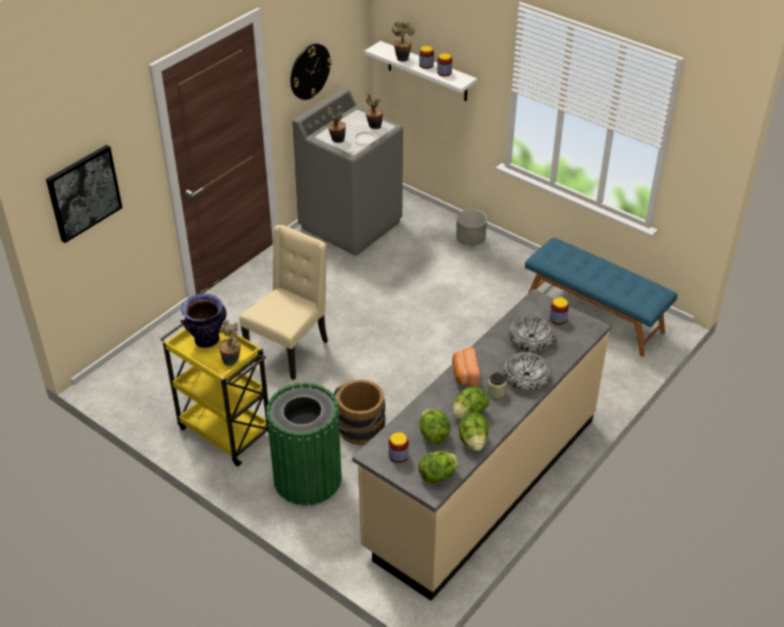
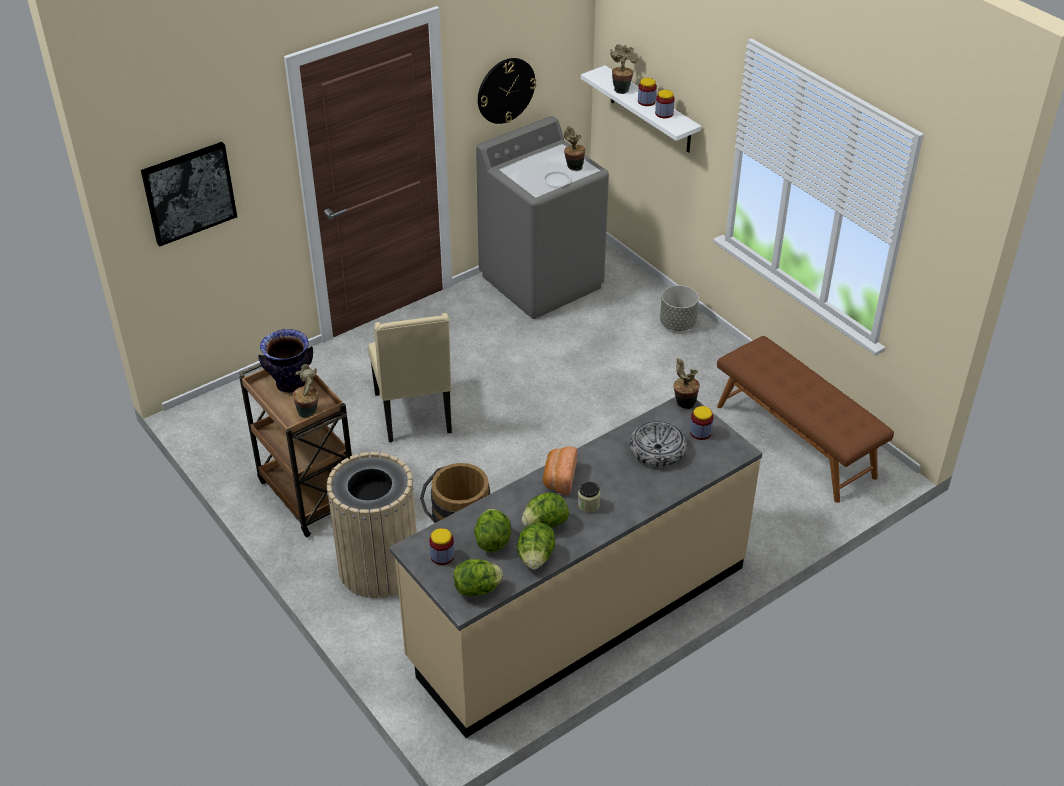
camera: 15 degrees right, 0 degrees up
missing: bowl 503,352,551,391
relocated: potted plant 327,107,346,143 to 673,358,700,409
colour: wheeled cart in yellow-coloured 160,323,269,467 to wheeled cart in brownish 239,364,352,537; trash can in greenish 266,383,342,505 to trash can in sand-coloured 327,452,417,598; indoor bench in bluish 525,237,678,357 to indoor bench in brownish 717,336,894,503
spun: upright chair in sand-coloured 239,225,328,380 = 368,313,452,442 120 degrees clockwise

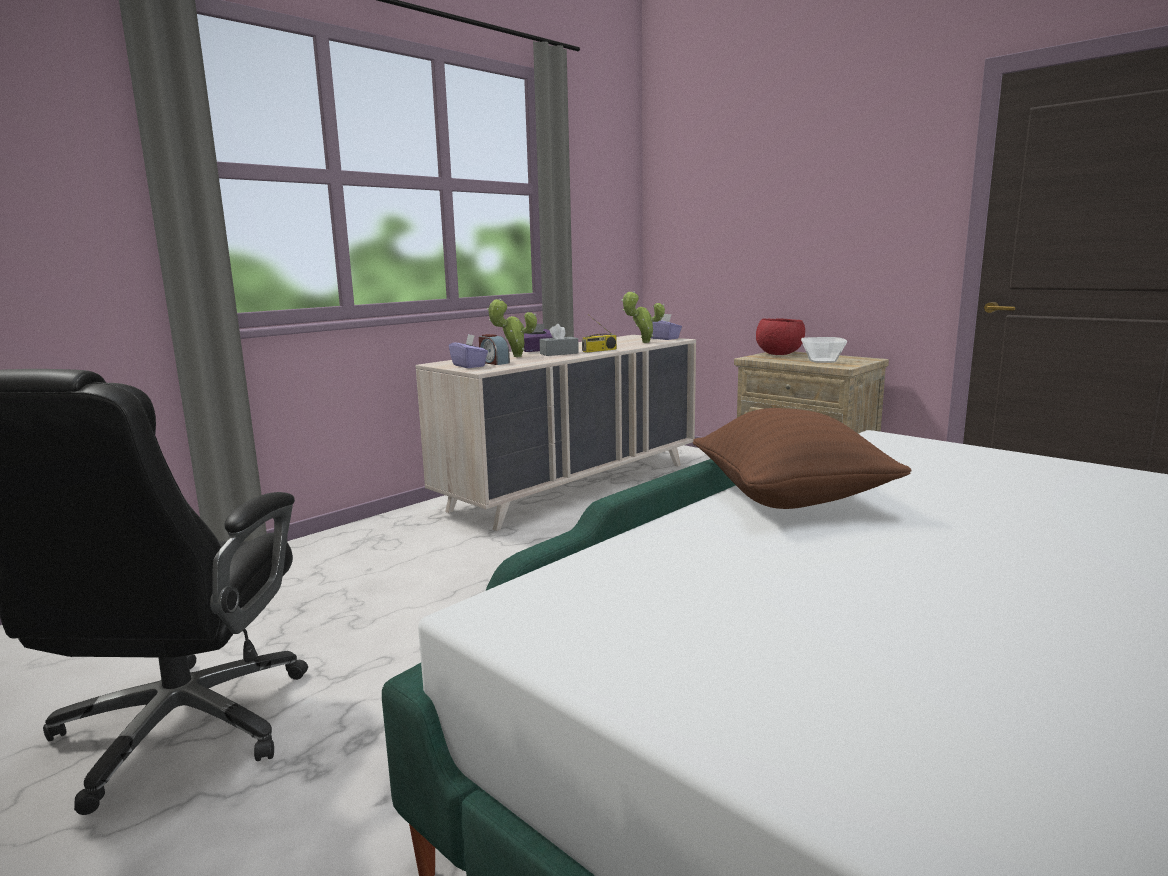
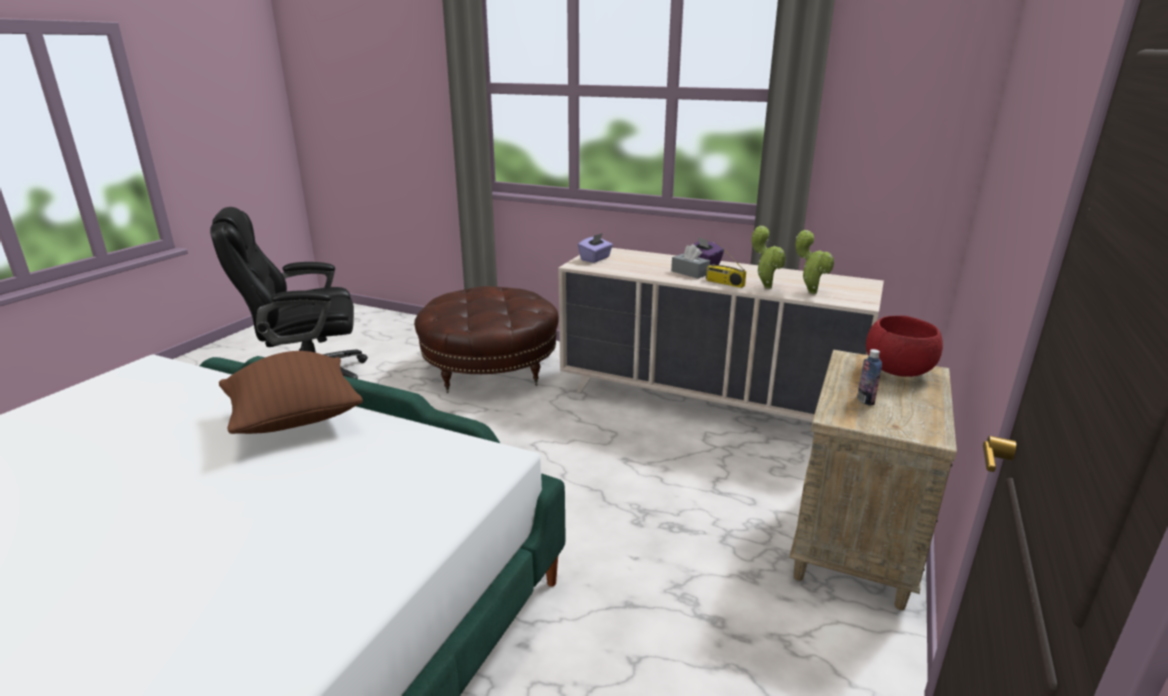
camera: 70 degrees right, 10 degrees up
missing: bedside clock 479,334,510,365; box of tissues in purple 651,314,682,340
appeared: footrest in brownish 414,286,559,393
relocated: potted plant 487,299,537,357 to 752,226,786,289
exchanged: bowl 801,337,847,363 to beverage bottle 857,349,882,406

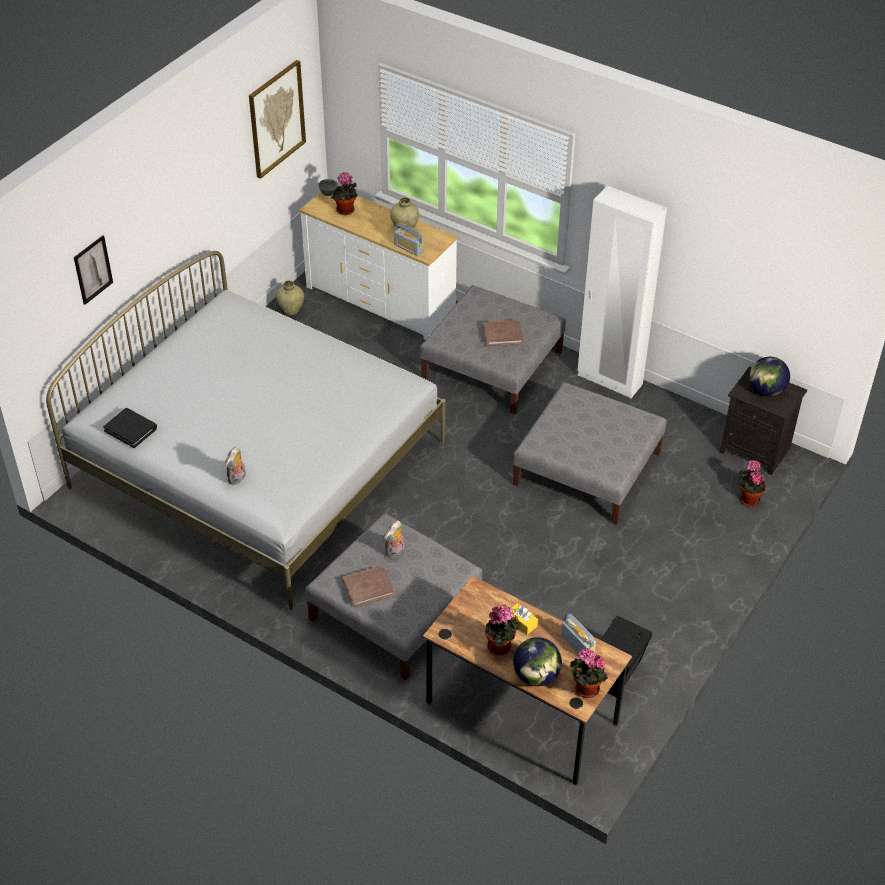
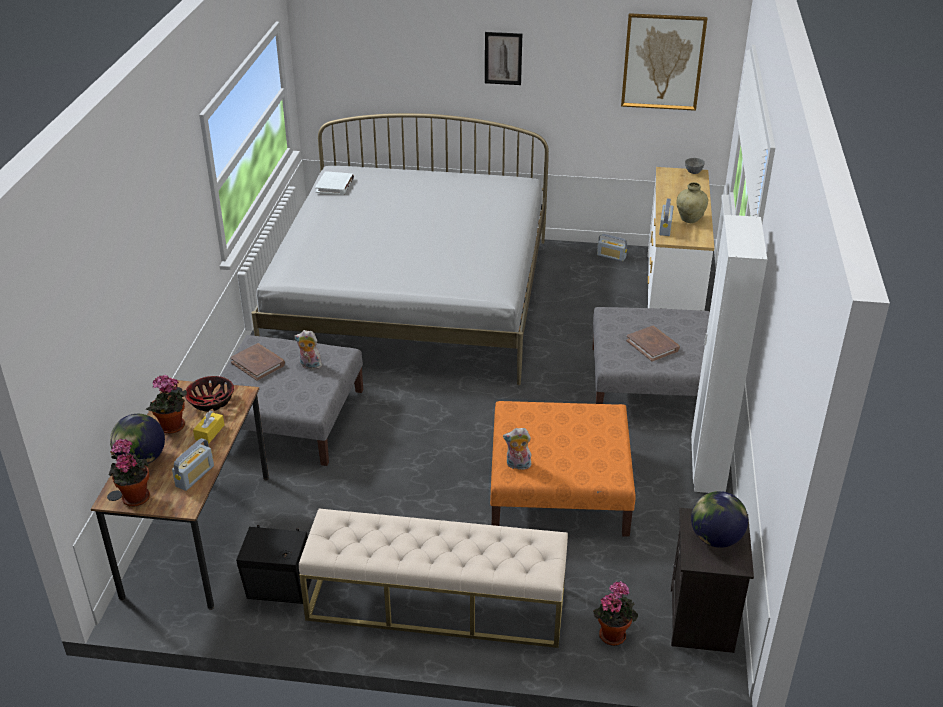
camera: 65 degrees right, 10 degrees down
missing: potted plant 331,172,357,215
appeared: bowl 185,376,234,412; indoor bench in sand-coloured 299,509,568,648
relocated: wall art 74,235,113,305 to 485,32,522,85; plush toy 225,446,246,485 to 503,428,531,470
exchanged: decorative vase in sand-coloured 276,281,304,315 to radio 597,234,627,261
colour: bound book in black-coloured 103,408,157,448 to bound book in white-coloured 315,171,354,195; footrest in grey 513,382,667,525 to footrest in orange 490,401,636,537

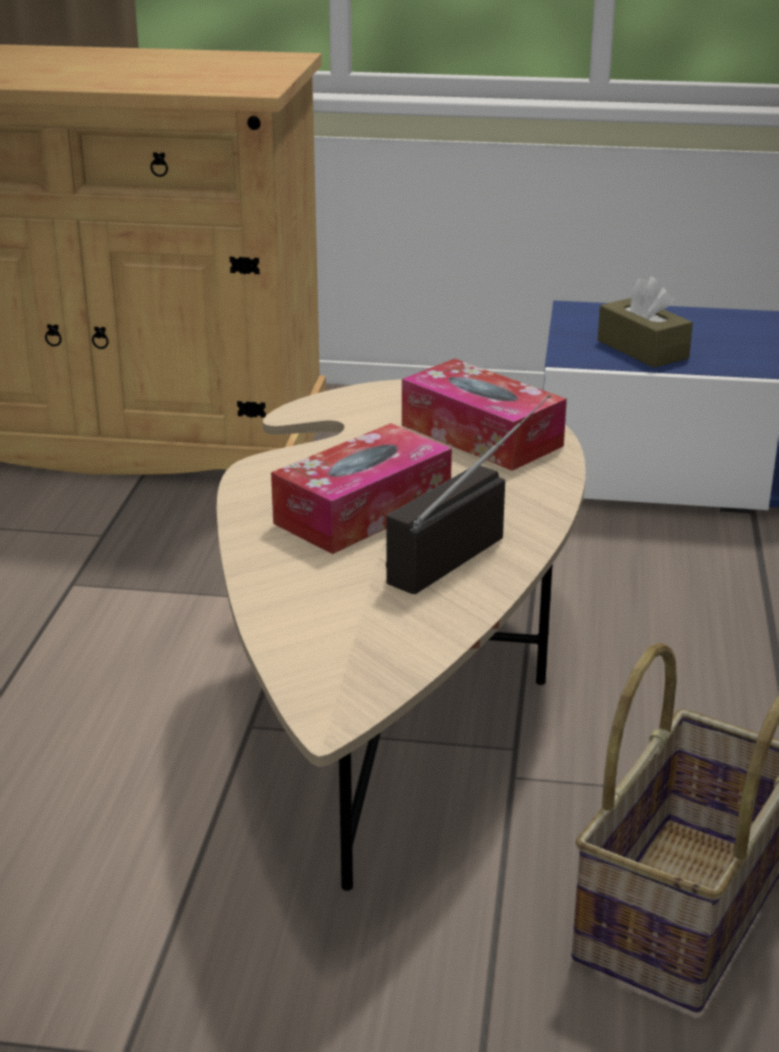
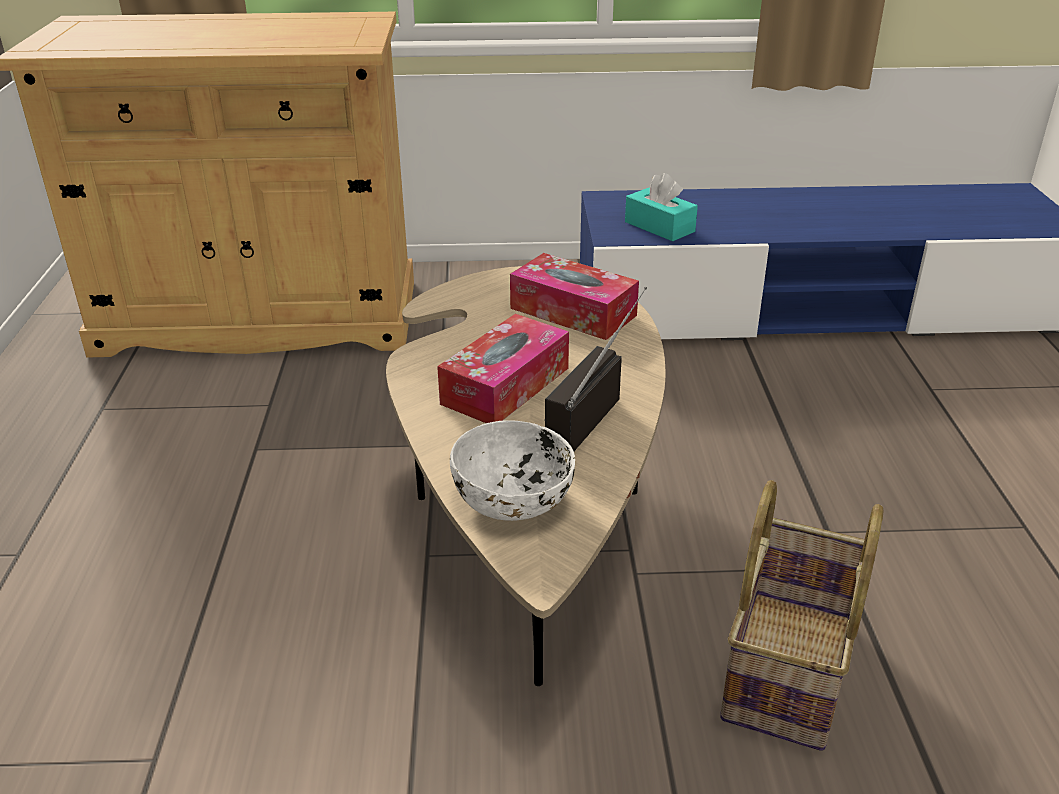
camera: 10 degrees left, 5 degrees up
appeared: bowl in white-coloured 450,420,575,521
colour: box of tissues in brownish 598,277,693,368 to box of tissues in turquoise 625,173,698,241

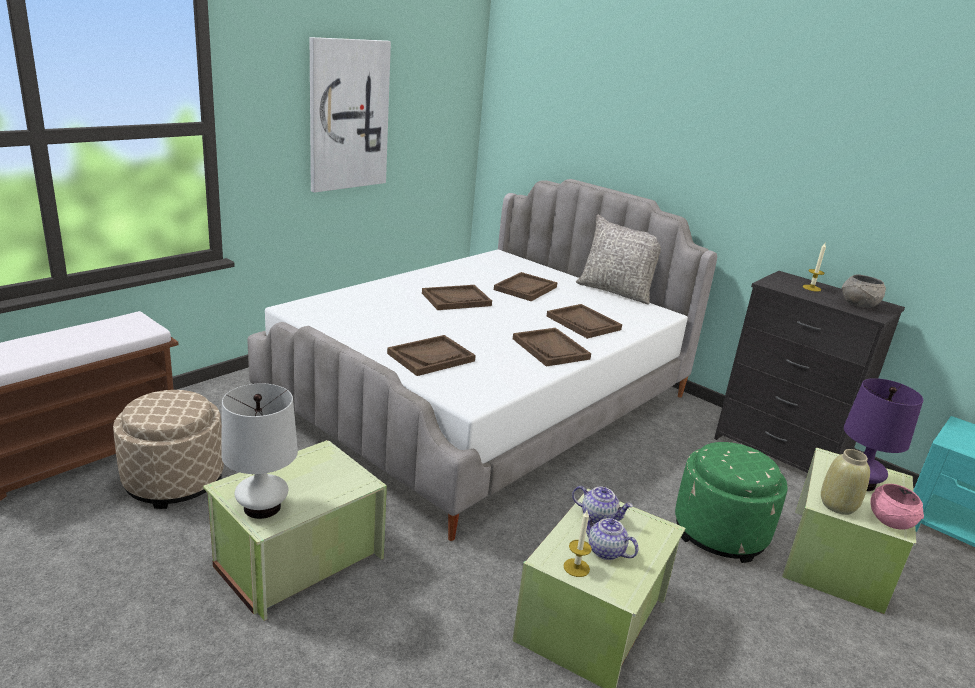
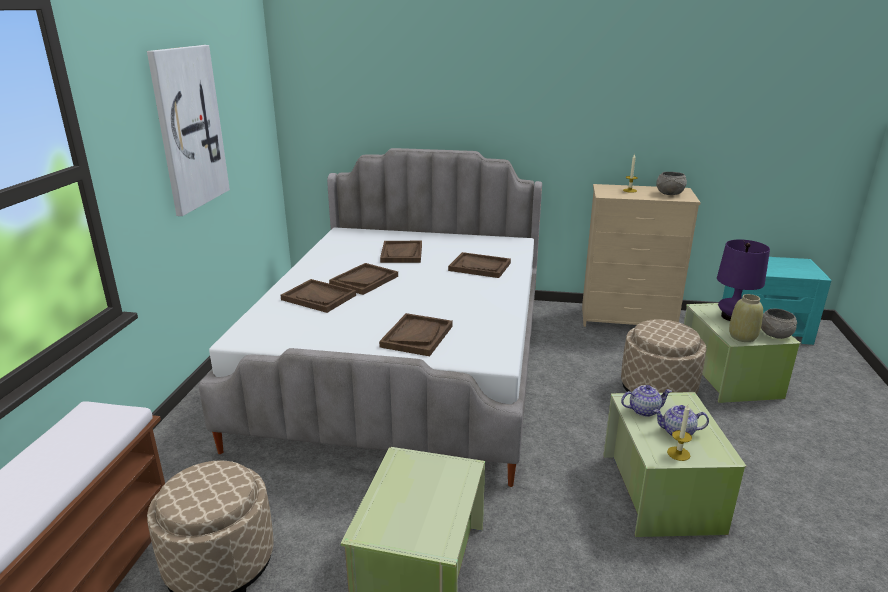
camera: 30 degrees left, 0 degrees up
missing: tabletop lamp in white-coloured 221,383,298,519; cushion in grey 576,215,661,305
relocated: serving tray in brownish 513,328,591,367 to 281,279,356,313
colour: footrest in greenish 675,442,788,563 to footrest in sand-coloured 621,319,706,394; chest of drawers in black-coloured 714,271,905,473 to chest of drawers in sand-coloured 582,184,701,327; bowl in pink 871,484,924,530 to bowl in grey 761,309,797,339

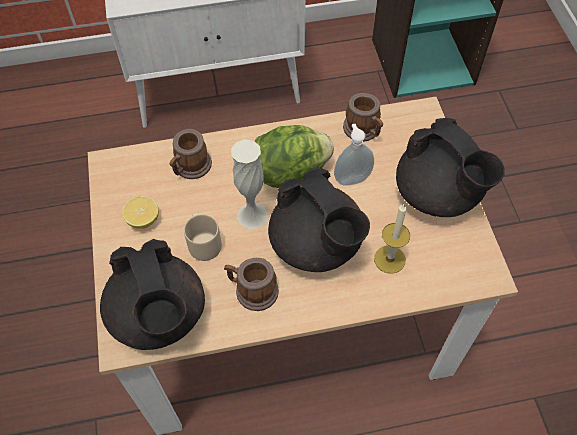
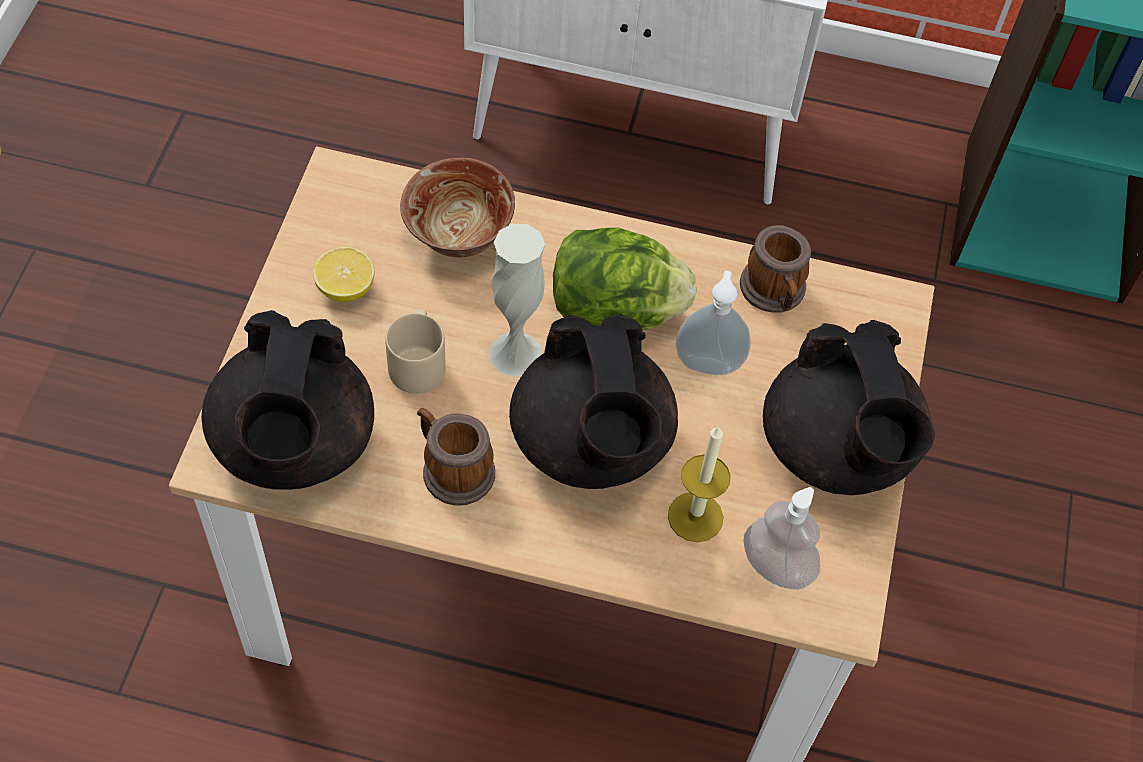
camera: 20 degrees right, 0 degrees up
appeared: soap bottle 744,487,820,590
exchanged: coffee mug 170,129,212,179 to bowl 400,158,515,257

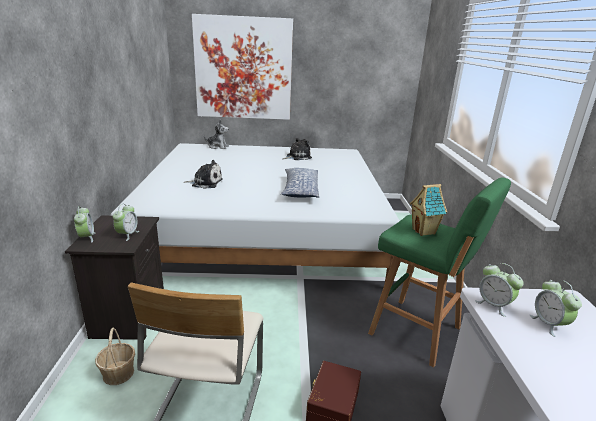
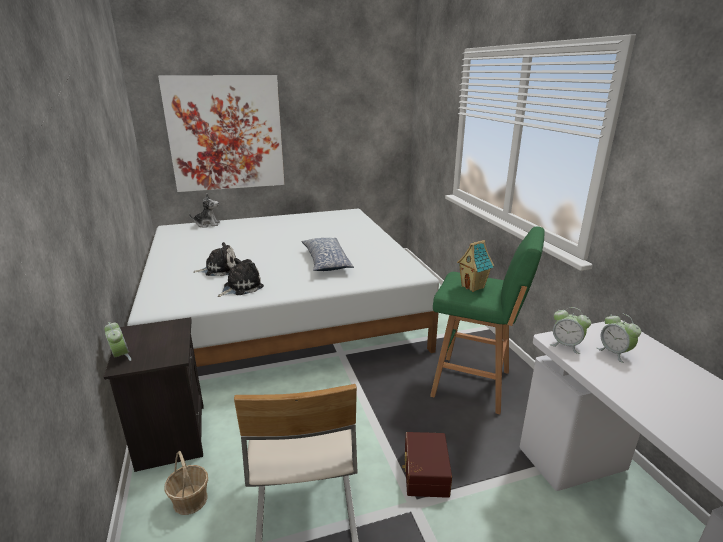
camera: 15 degrees left, 0 degrees up
missing: bedside clock 113,204,139,241
relocated: plush toy 283,138,312,160 to 218,258,264,297

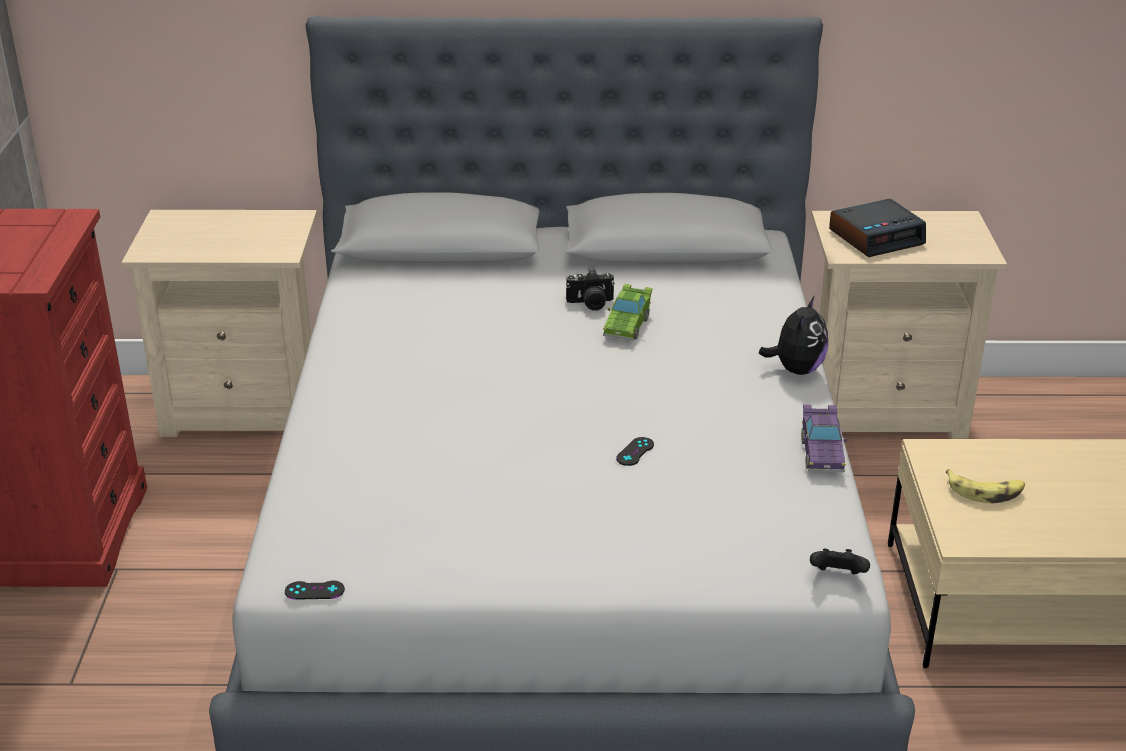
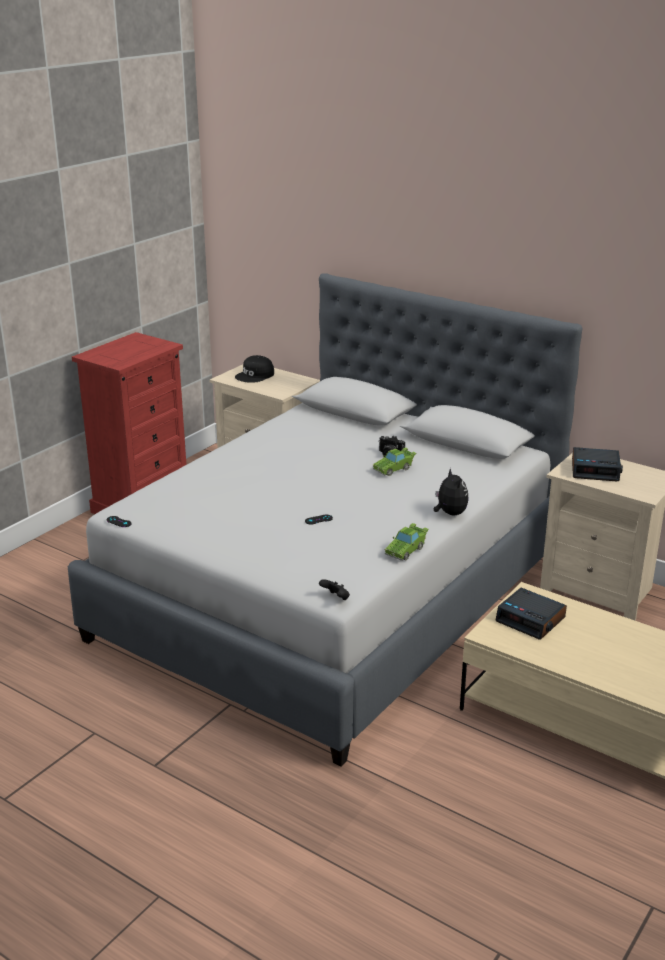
camera: 35 degrees right, 5 degrees down
appeared: cap in black-coloured 235,355,274,383
exchanged: banana fruit 946,469,1025,504 to bedside clock 495,588,567,640
colour: model car in purple 801,405,847,473 to model car in greenish 385,523,428,561
spun: plush toy 759,297,828,375 = 434,468,469,516 75 degrees counterclockwise

